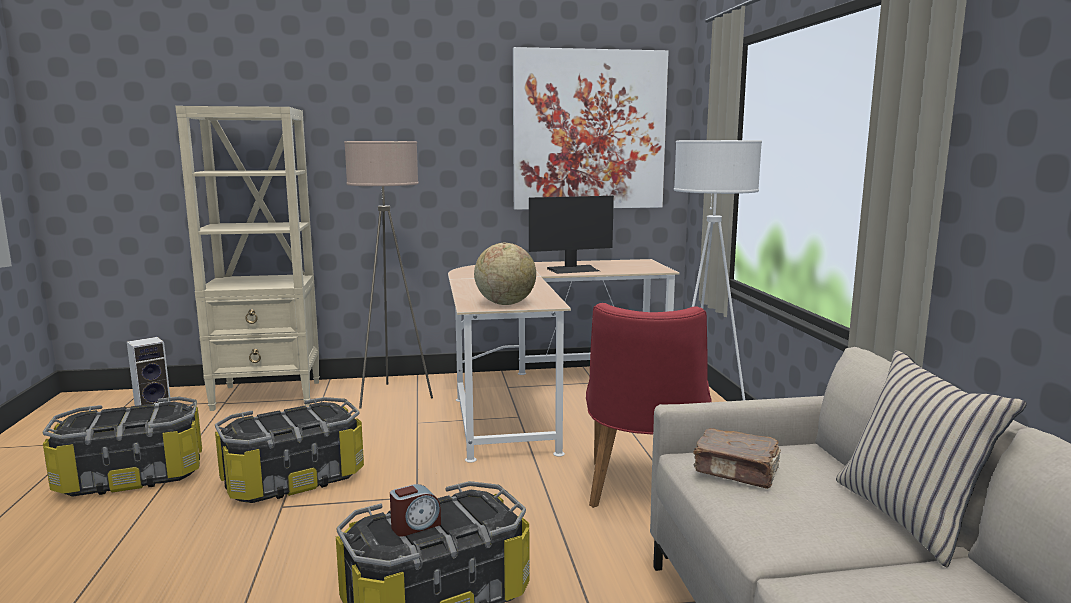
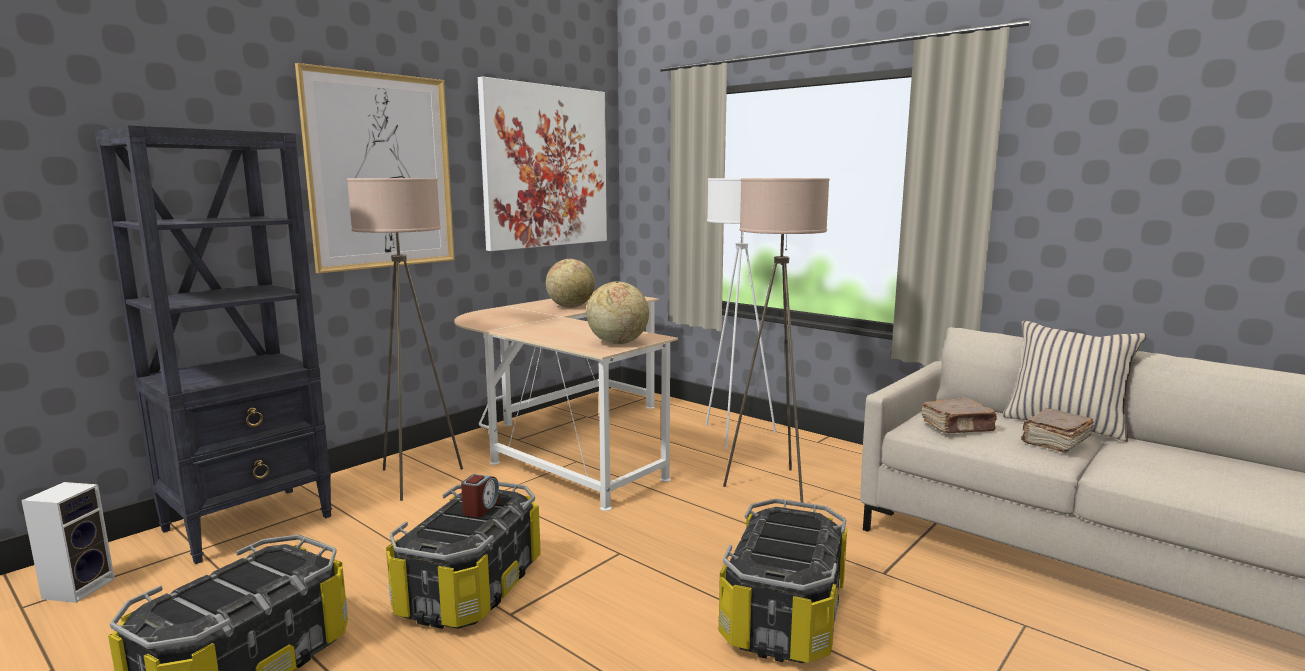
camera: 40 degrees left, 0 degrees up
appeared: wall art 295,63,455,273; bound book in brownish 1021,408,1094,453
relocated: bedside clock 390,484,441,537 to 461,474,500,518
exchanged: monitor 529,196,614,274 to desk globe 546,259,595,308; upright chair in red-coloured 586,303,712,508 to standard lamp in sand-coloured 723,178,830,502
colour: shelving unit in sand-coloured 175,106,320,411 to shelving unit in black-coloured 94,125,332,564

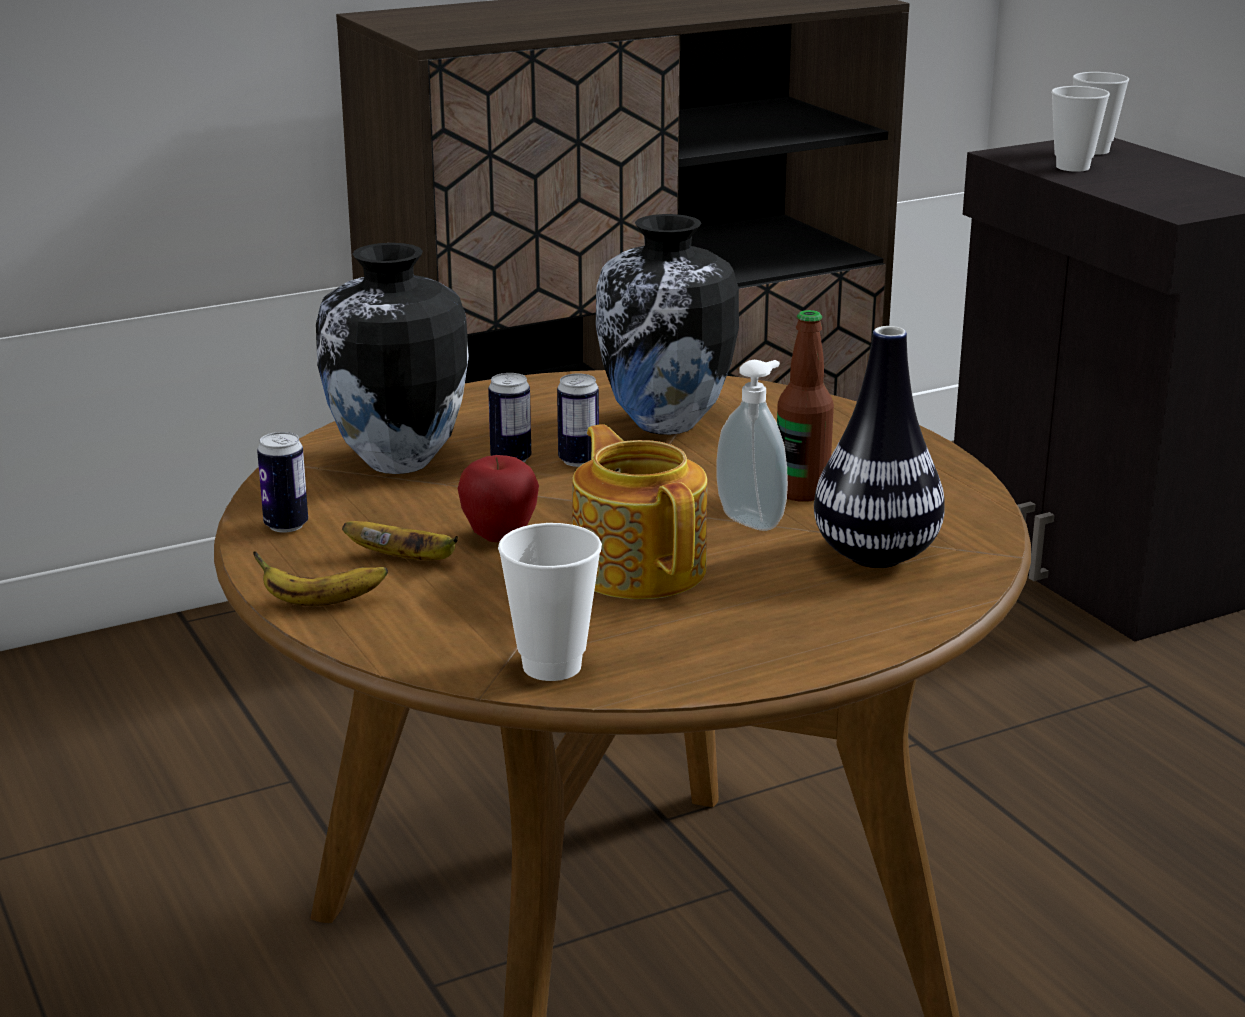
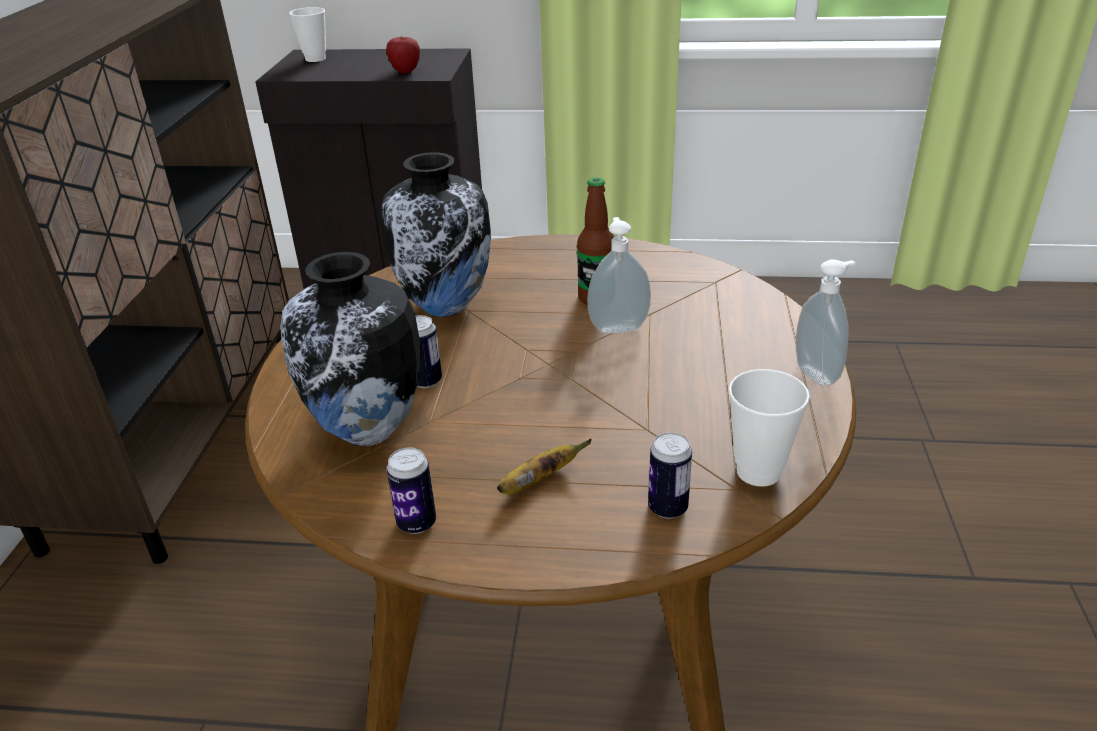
camera: 55 degrees left, 10 degrees up
missing: banana fruit 253,551,388,606; pot for tea 572,424,707,599; decorative vase 814,326,945,568; drinking cup 1051,86,1110,172
appeared: soap bottle 796,259,855,386
relocated: whole apple 458,455,539,542 to 386,37,420,74; metal can 557,373,599,467 to 648,432,692,519

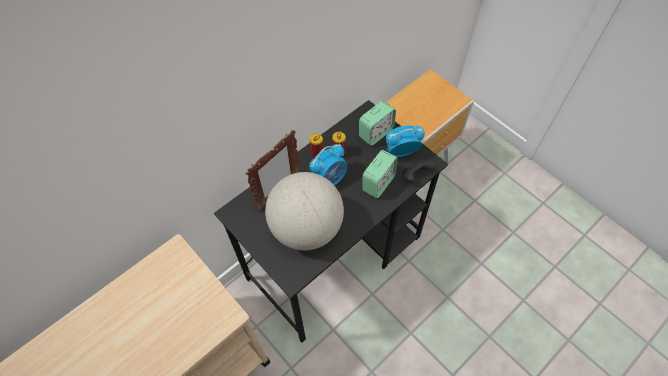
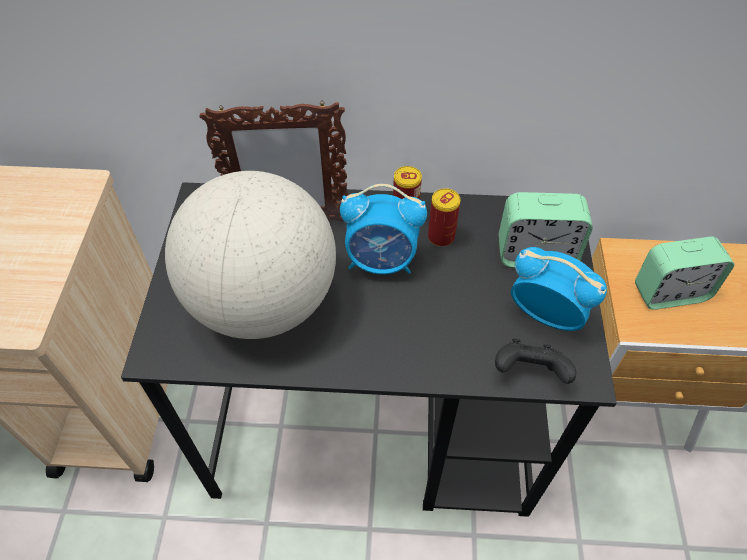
camera: 45 degrees right, 5 degrees down
relocated: bedside clock 362,150,398,199 to 635,236,735,310

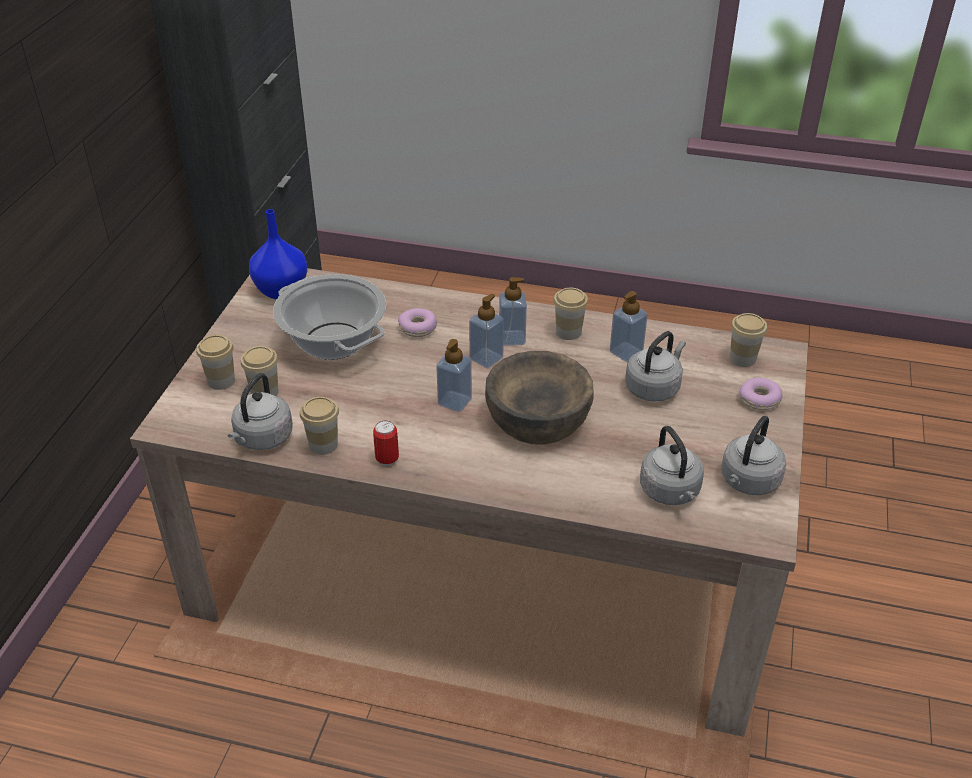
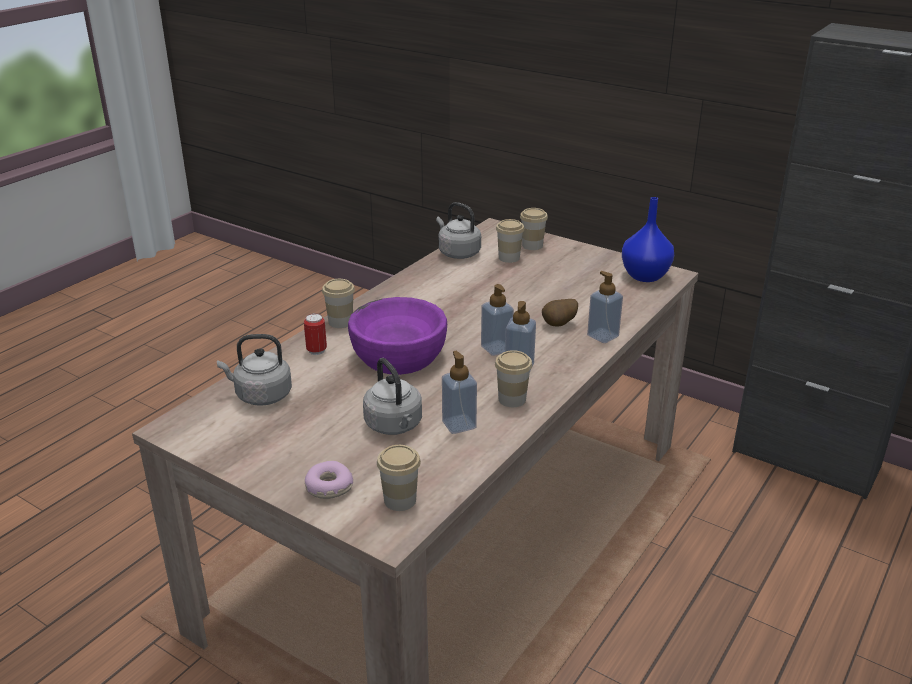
camera: 110 degrees right, 10 degrees down
missing: saucepot 273,274,386,360; tea kettle in grey 721,416,786,495
relocated: drinking cup 300,397,339,455 to 322,279,355,328; metal can 373,421,399,466 to 304,313,327,355; soap bottle 436,339,472,412 to 587,271,623,343
exchanged: ring doughnut 398,308,437,337 to spud 542,299,578,326
colour: bowl in brownish 485,351,594,445 to bowl in purple 348,297,447,375

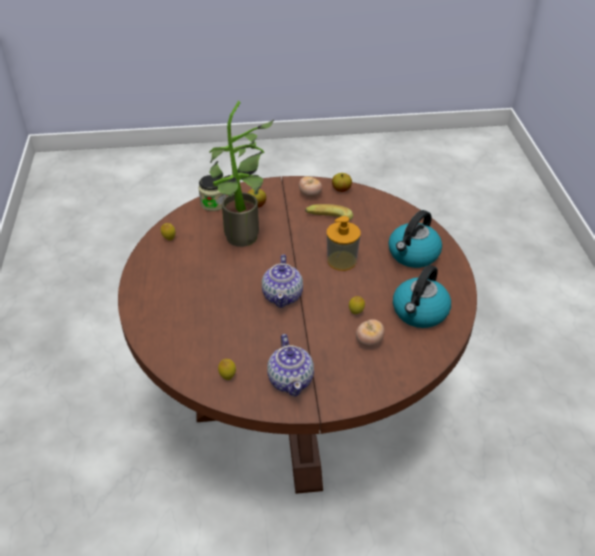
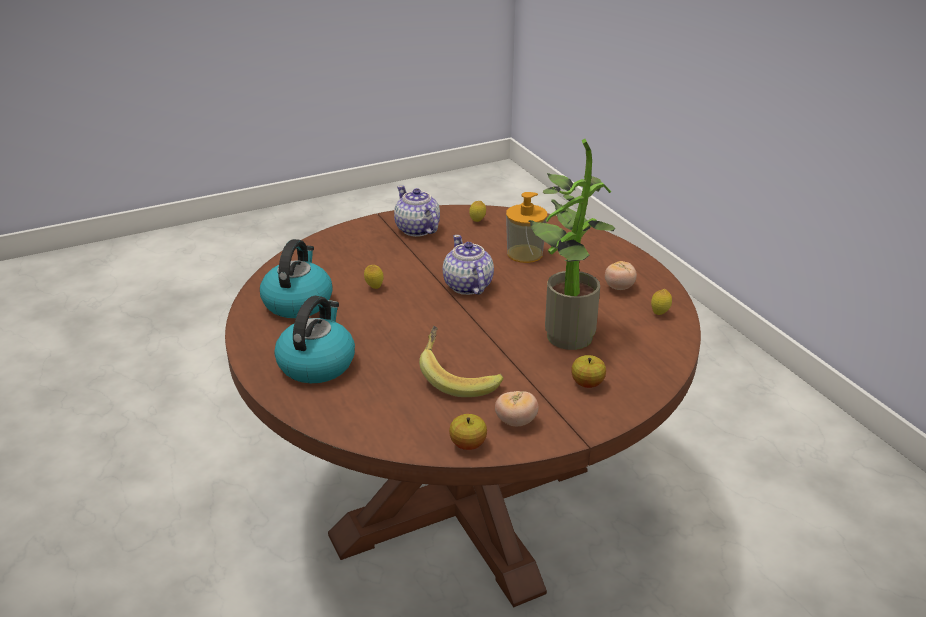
camera: 160 degrees right, 10 degrees down
missing: preserve jar 198,175,226,211
relocated: soap bottle 327,216,360,271 to 506,192,547,263; tomato 356,319,385,347 to 605,261,637,290

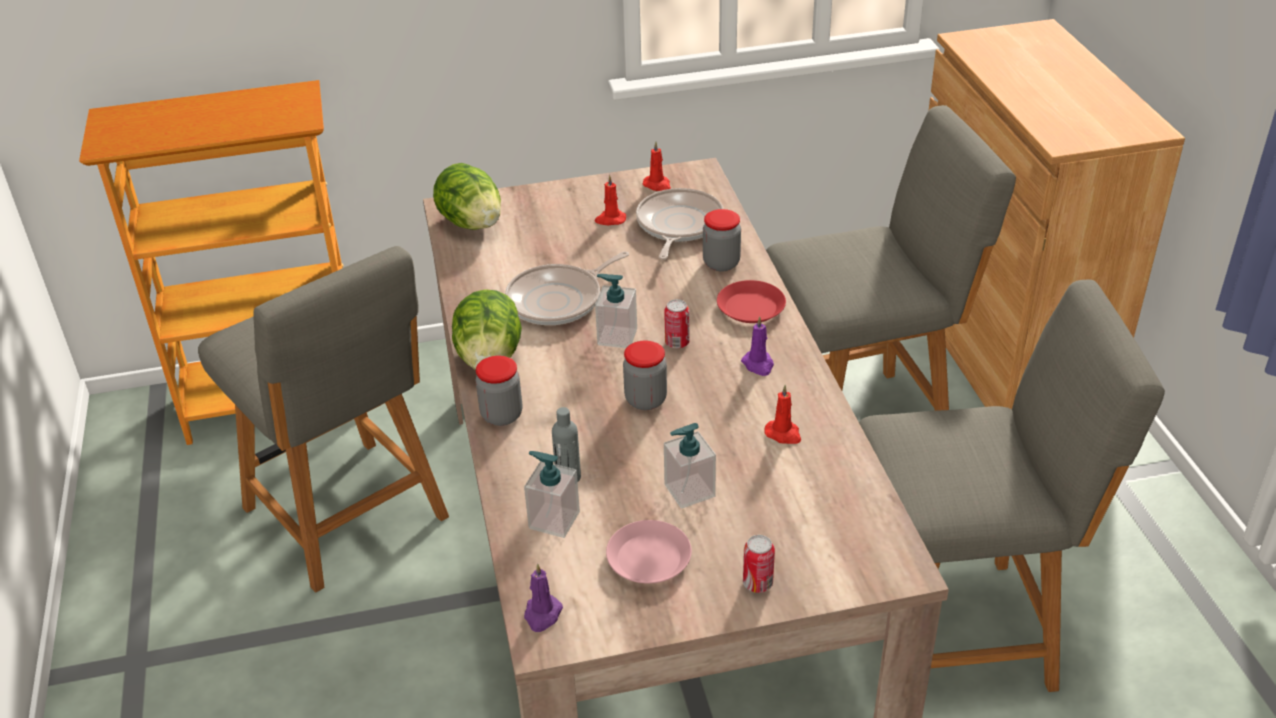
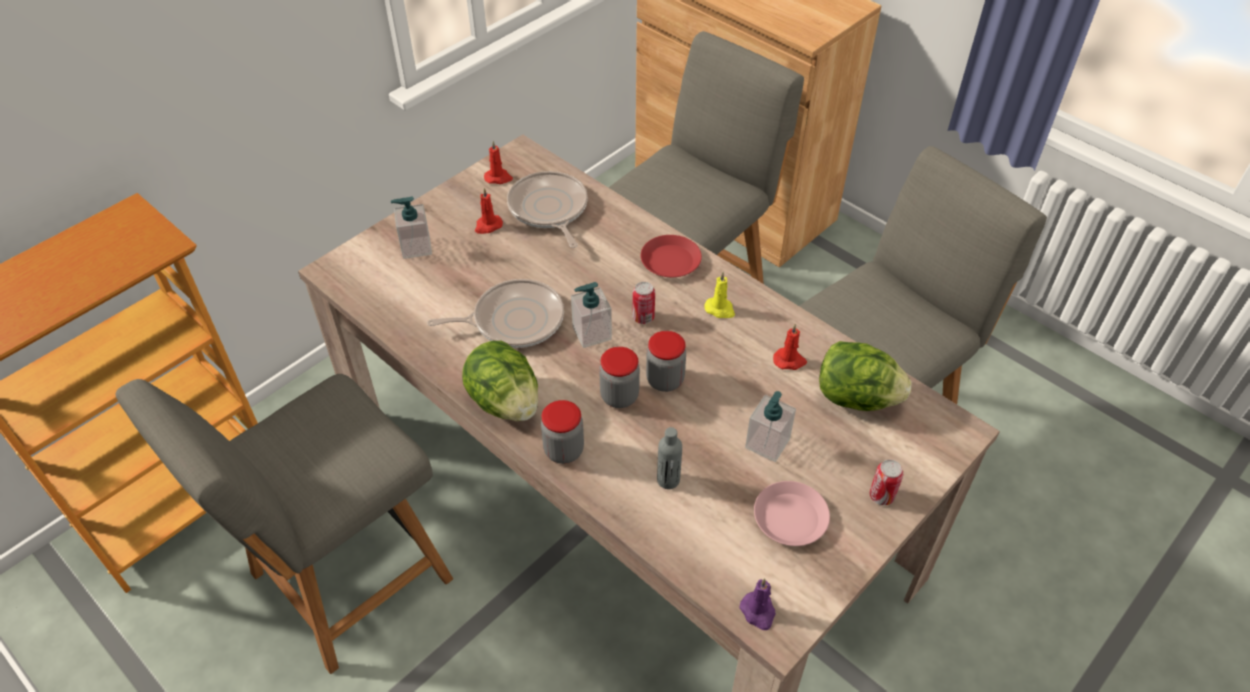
camera: 35 degrees left, 10 degrees up
relocated: head of lettuce 433,163,501,230 to 819,341,911,411; soap bottle 524,451,580,538 to 391,197,432,259; preserve jar 703,209,741,272 to 599,347,640,408
colour: candle in purple 741,316,774,376 to candle in yellow-coloured 704,272,735,318
spun: upright chair in grey 198,246,449,593 = 115,374,453,674 120 degrees clockwise; skillet 505,251,629,325 = 427,279,564,348 120 degrees counterclockwise

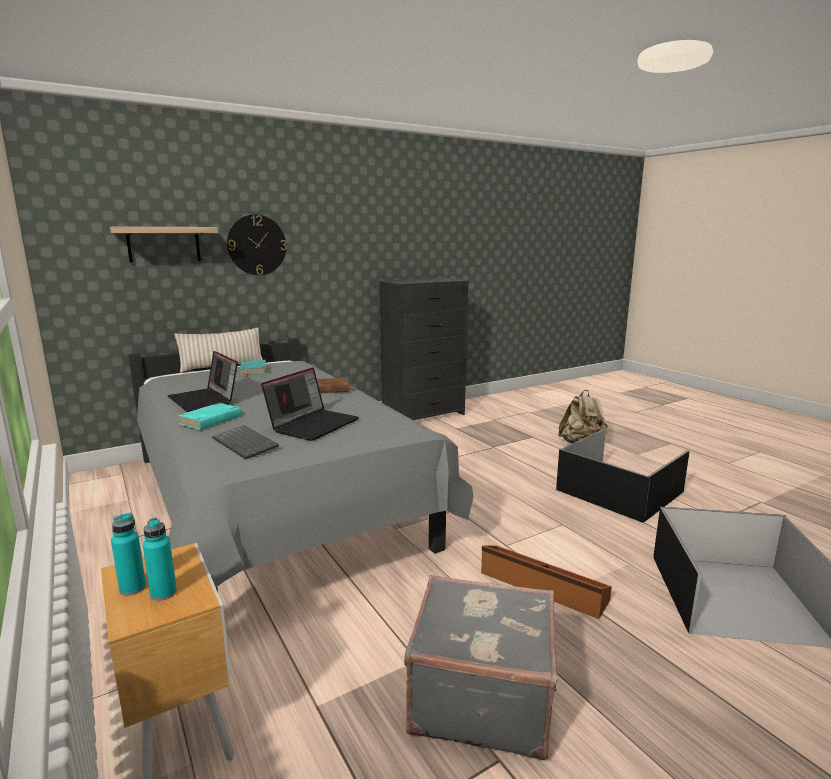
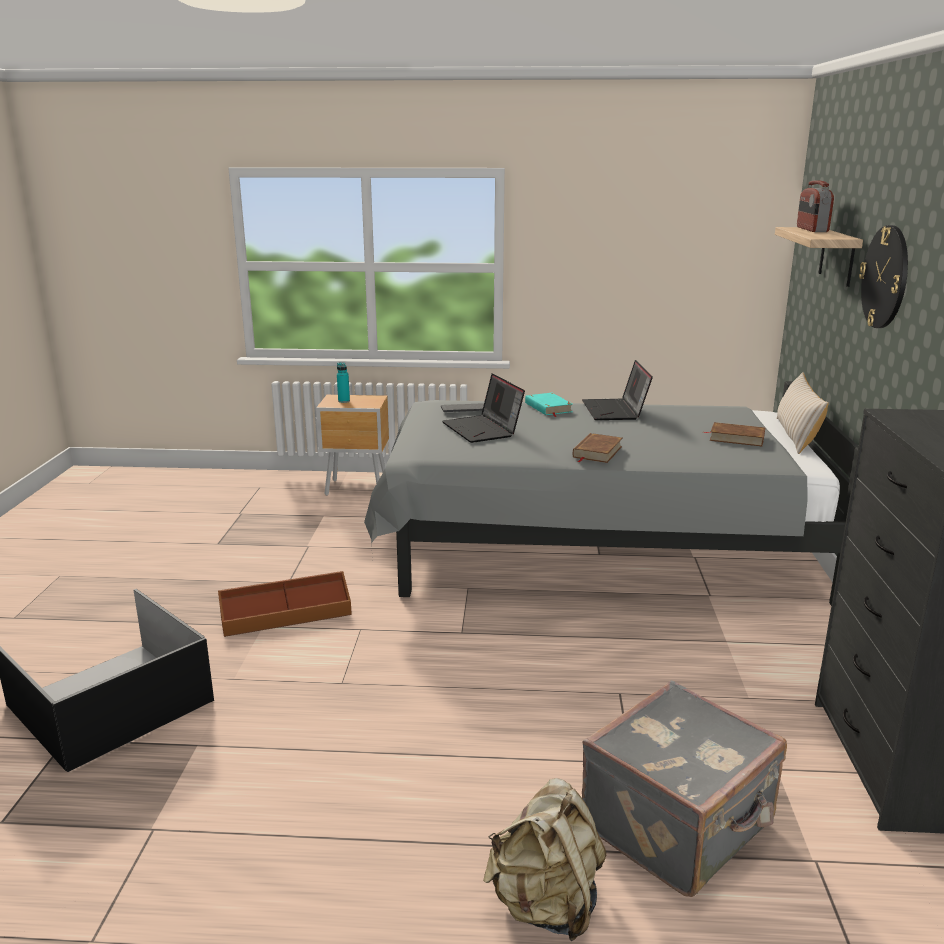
camera: 125 degrees right, 5 degrees up
missing: beverage bottle in turquoise 111,513,146,595; storage box in black-coloured 556,429,690,523
appeared: radio 797,180,834,232
relocated: piece of luggage in grey 404,575,557,760 to 582,680,787,897
colour: bound book in turquoise 239,360,266,377 to bound book in brownish 703,422,765,446
spun: portable computer 167,351,238,412 = 582,360,653,420 90 degrees counterclockwise

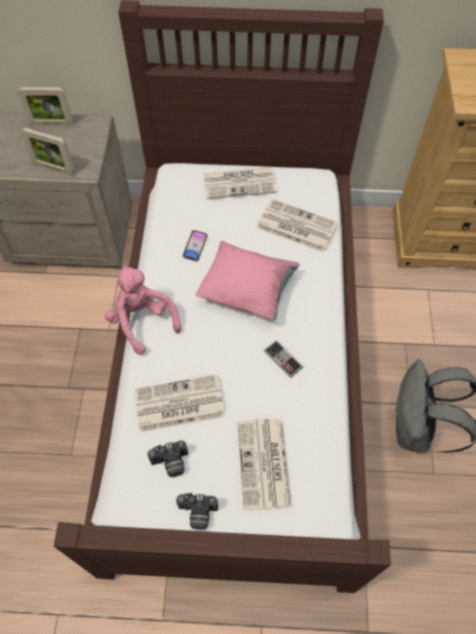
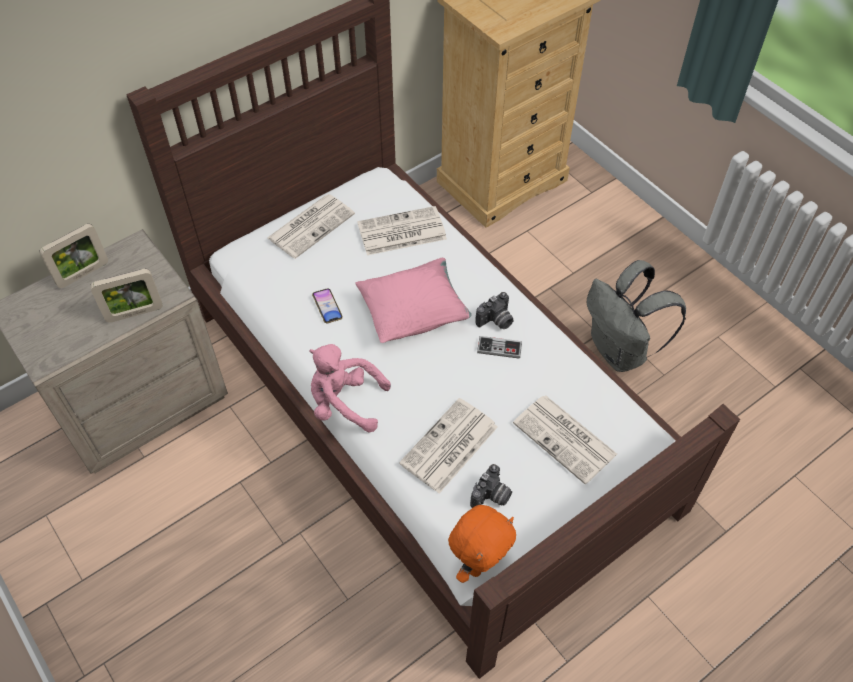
camera: 40 degrees left, 5 degrees down
appeared: plush toy in orange 448,505,516,583
relocated: still camera 176,493,218,530 to 475,292,513,329

